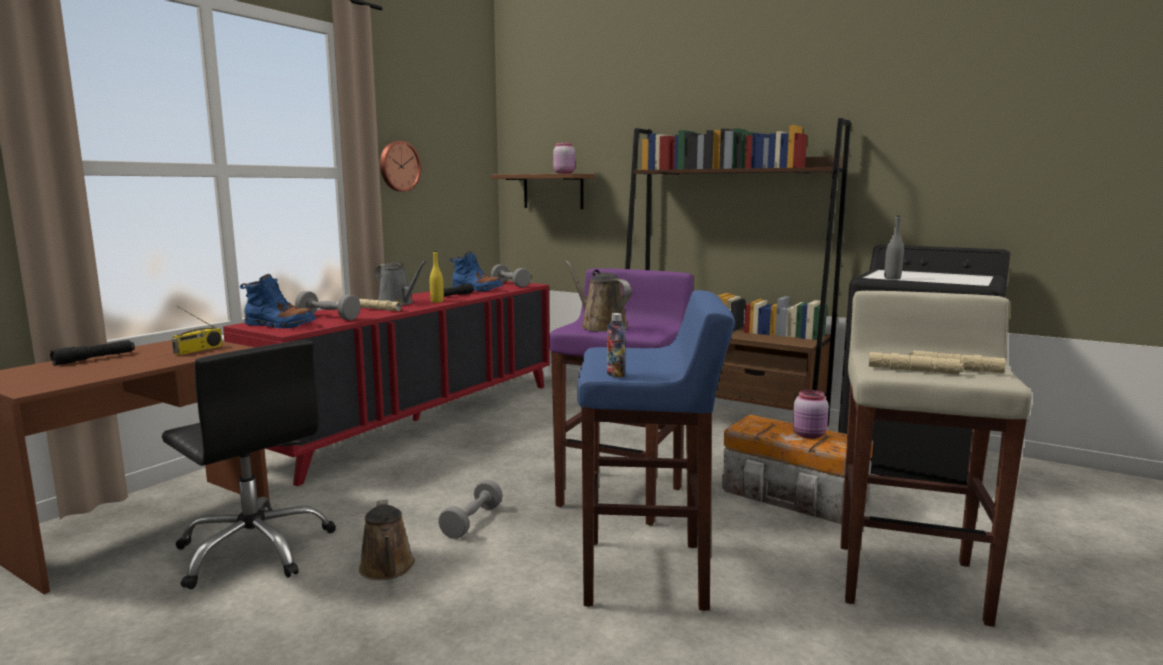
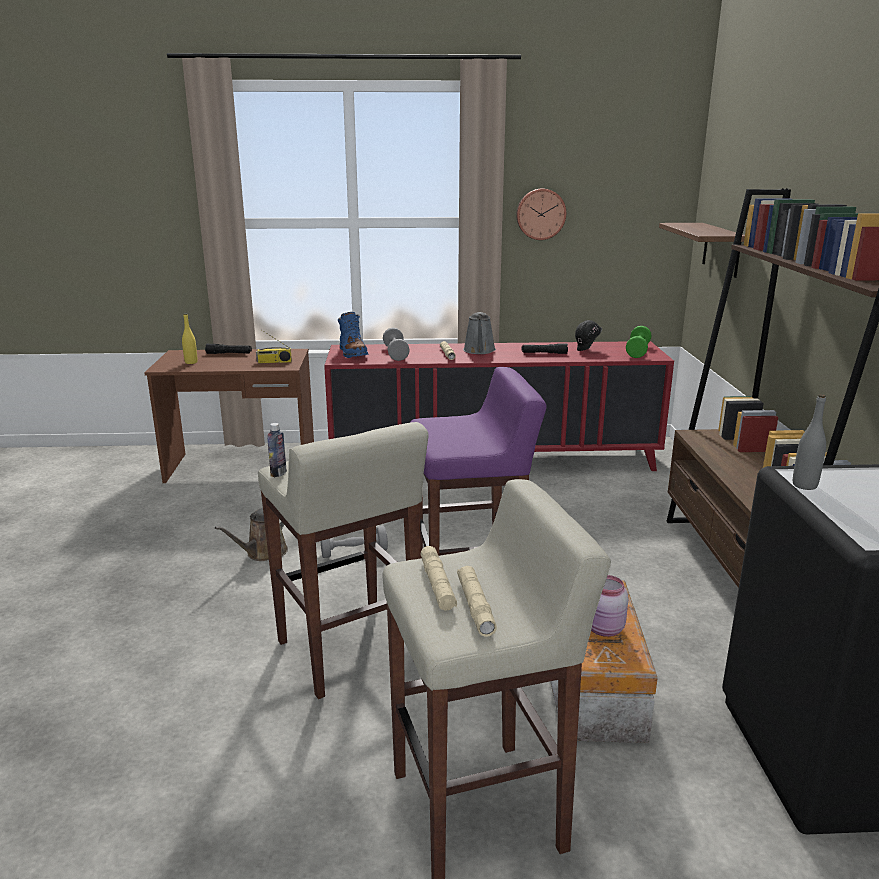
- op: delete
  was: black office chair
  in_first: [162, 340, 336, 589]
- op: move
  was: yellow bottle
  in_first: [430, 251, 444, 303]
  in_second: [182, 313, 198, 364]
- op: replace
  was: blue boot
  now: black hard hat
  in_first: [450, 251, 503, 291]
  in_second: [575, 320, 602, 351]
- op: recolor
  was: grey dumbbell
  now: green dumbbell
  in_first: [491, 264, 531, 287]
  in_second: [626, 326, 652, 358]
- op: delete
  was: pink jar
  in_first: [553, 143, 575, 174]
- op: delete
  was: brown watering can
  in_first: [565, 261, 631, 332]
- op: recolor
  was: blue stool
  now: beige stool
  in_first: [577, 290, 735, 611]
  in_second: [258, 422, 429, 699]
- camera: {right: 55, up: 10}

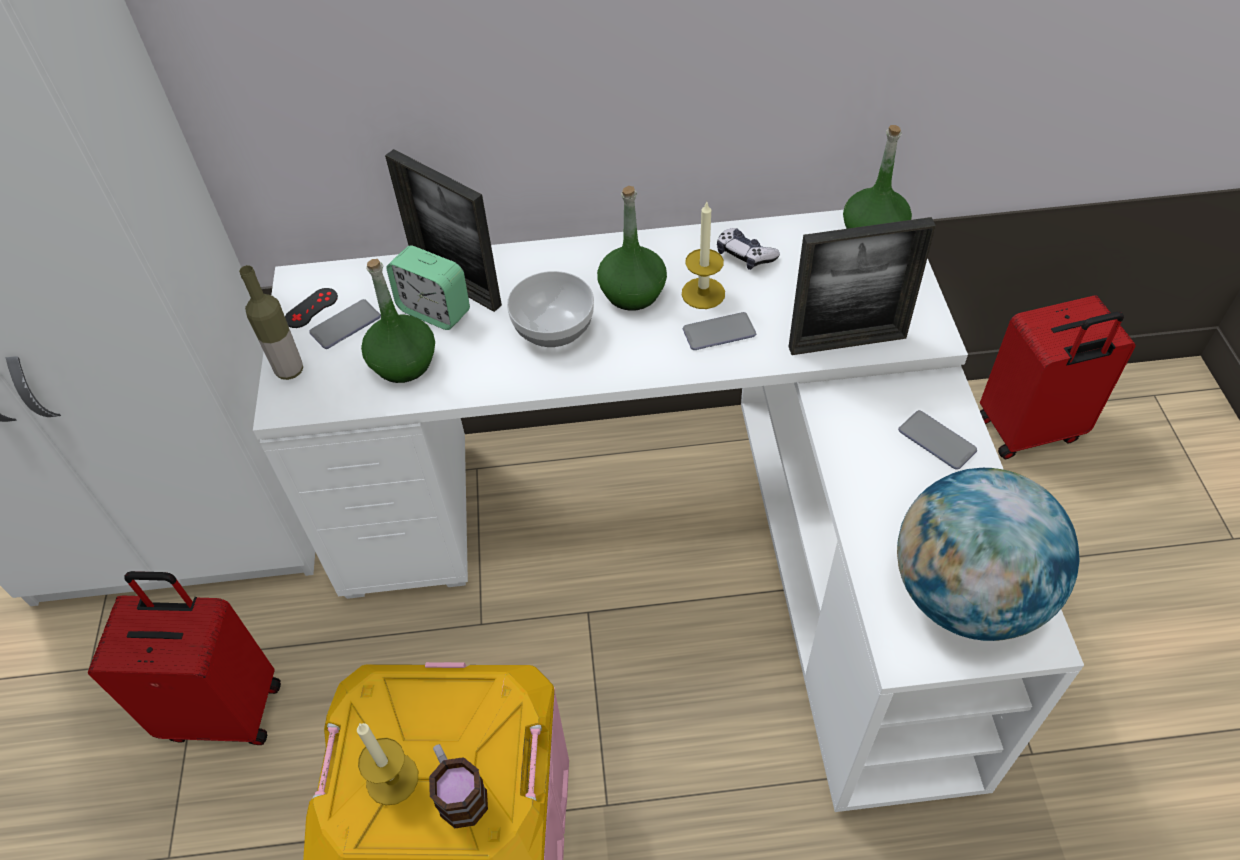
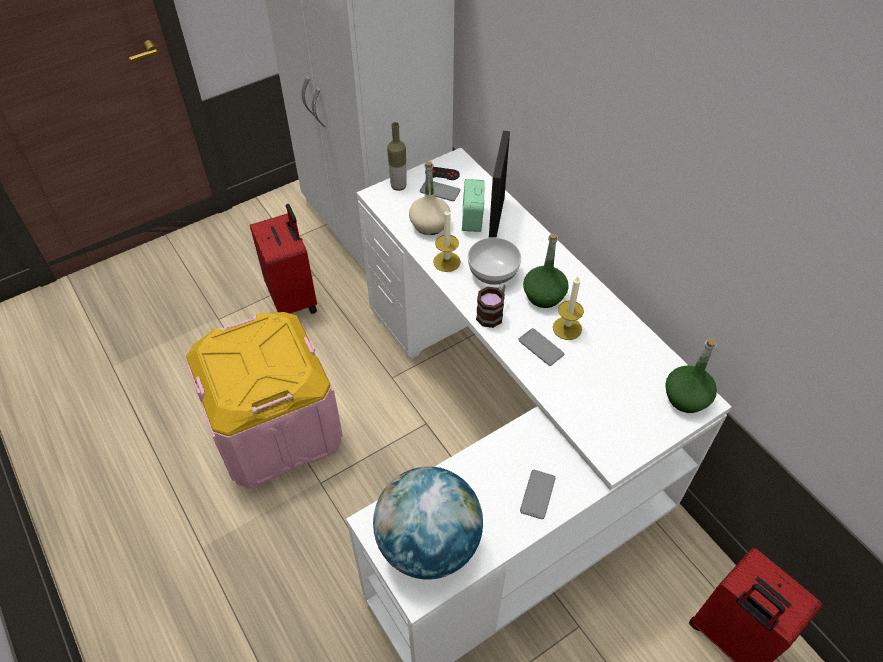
- op: move
  was: candle
  in_first: [357, 723, 418, 805]
  in_second: [433, 207, 461, 272]
- op: recolor
  was: green bottle
  now: beige bottle
  in_first: [361, 259, 435, 383]
  in_second: [409, 161, 451, 235]
- op: move
  was: mug
  in_first: [429, 744, 488, 828]
  in_second: [476, 283, 505, 328]
- op: delete
  was: game controller
  in_first: [717, 228, 780, 270]
- op: delete
  was: picture frame
  in_first: [788, 217, 936, 355]
- camera: {right: 60, up: 0}

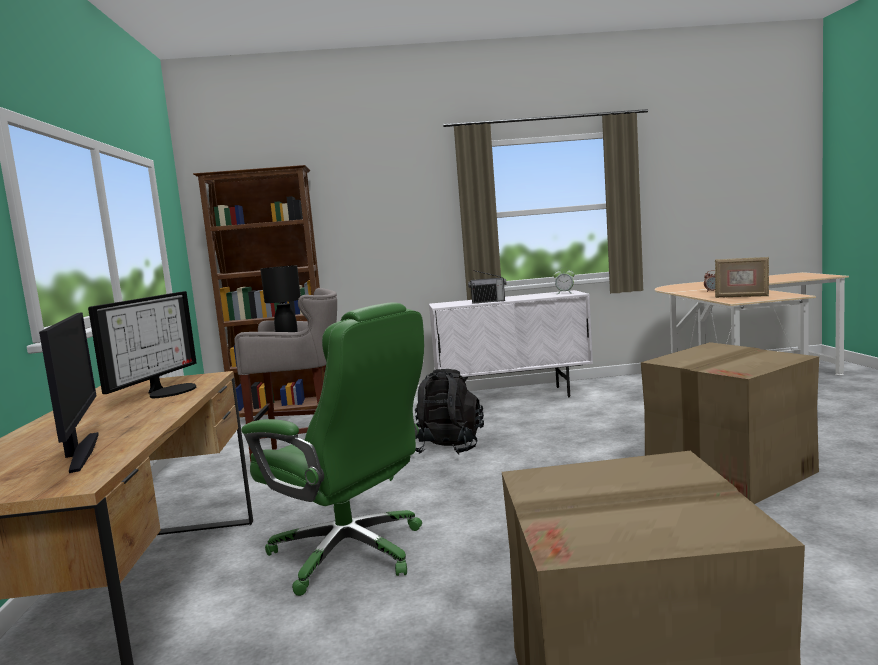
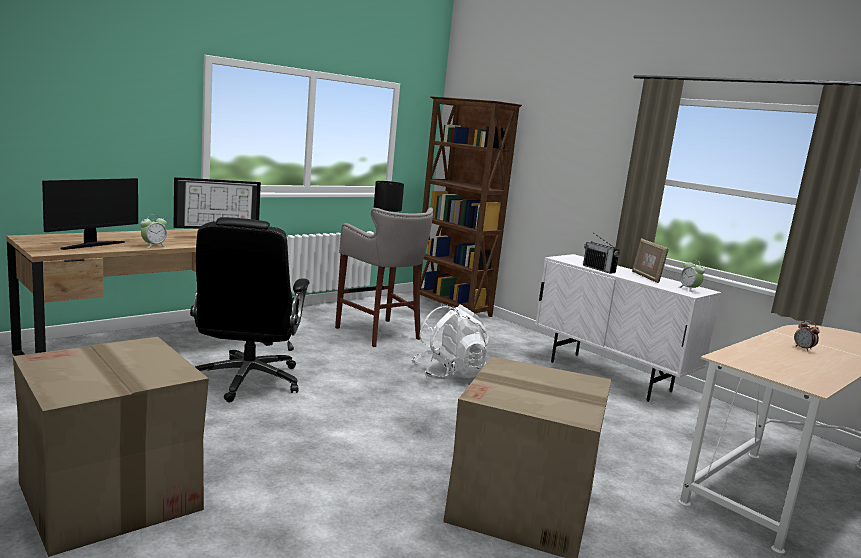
- op: recolor
  was: green office chair
  now: black office chair
  in_first: [241, 302, 424, 596]
  in_second: [190, 217, 310, 403]
- op: recolor
  was: black backpack
  now: white backpack
  in_first: [415, 369, 484, 455]
  in_second: [412, 304, 489, 379]
- op: move
  was: picture frame
  in_first: [715, 257, 769, 298]
  in_second: [632, 238, 669, 283]
- op: insert
  now: alarm clock
  in_second: [140, 214, 167, 248]
- camera: {right: 50, up: 5}

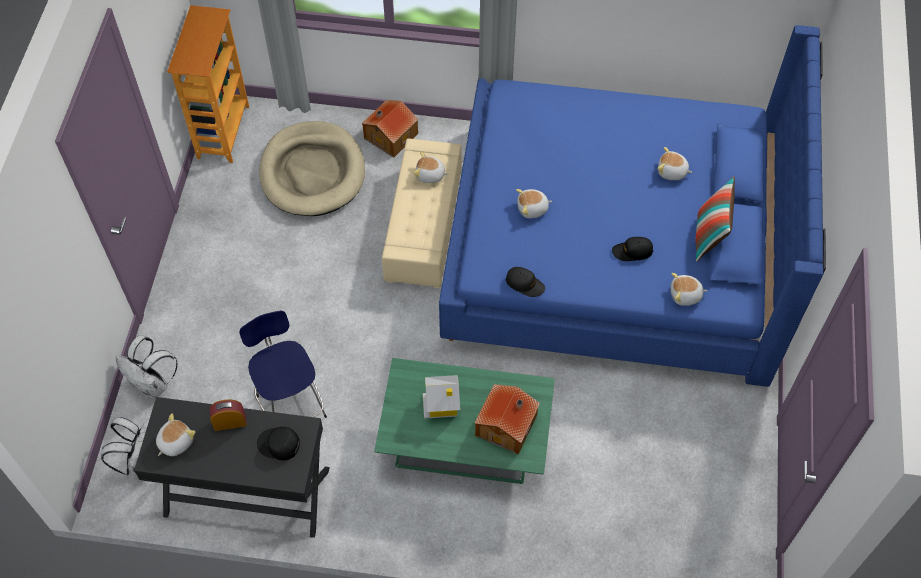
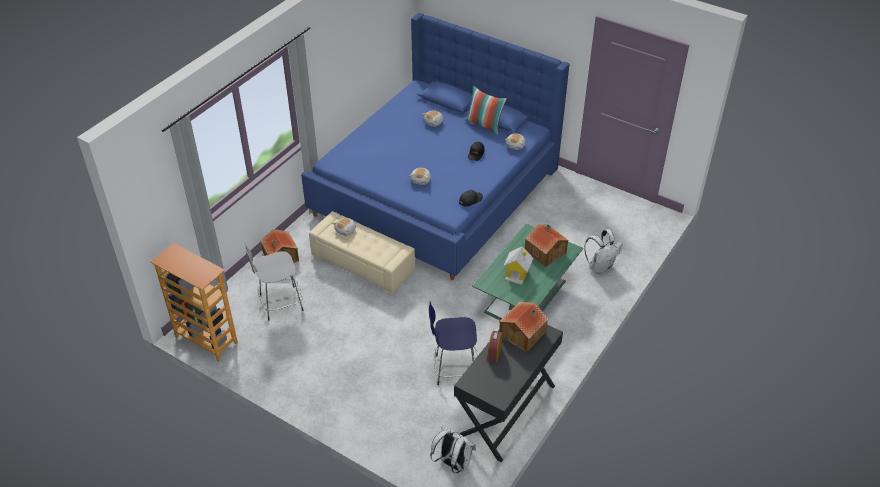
- op: move
  was: white backpack
  in_first: [115, 336, 177, 398]
  in_second: [584, 229, 623, 274]
- op: delete
  was: plush toy
  in_first: [156, 413, 195, 456]
- op: replace
  was: black cap
  now: toy house
  in_first: [257, 427, 300, 460]
  in_second: [499, 302, 549, 352]
- op: replace
  was: beige dog bed
  now: grey stool
  in_first: [259, 121, 365, 216]
  in_second: [244, 242, 304, 320]
- camera: {right: -65, up: -15}

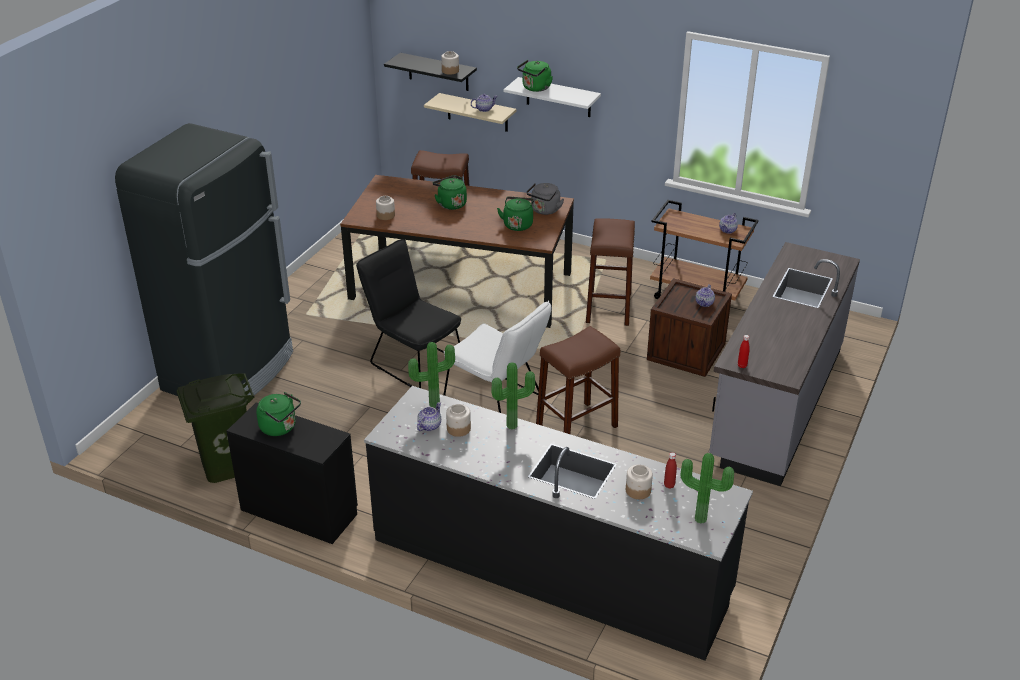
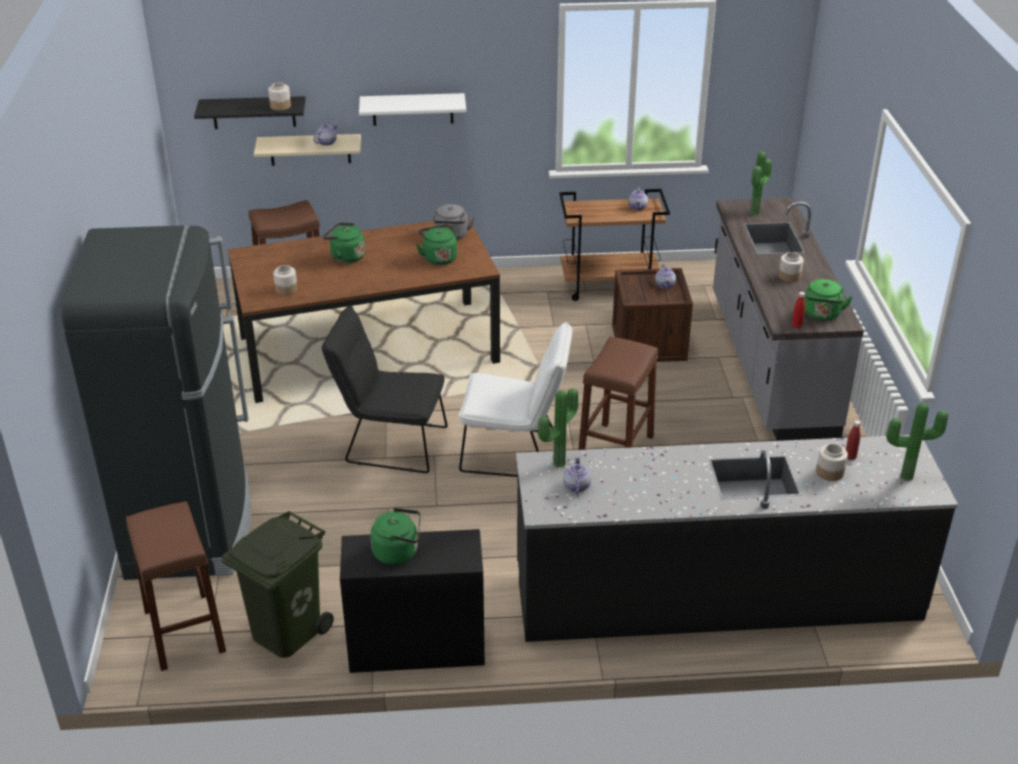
- op: move
  was: jar
  in_first: [446, 404, 471, 437]
  in_second: [779, 252, 804, 282]
- op: move
  was: potted plant
  in_first: [492, 362, 535, 430]
  in_second: [750, 152, 772, 216]
- op: move
  was: green kettle
  in_first: [517, 60, 553, 92]
  in_second: [804, 279, 853, 321]
- op: move
  was: brown stool
  in_first: [586, 218, 635, 326]
  in_second: [126, 501, 226, 671]
- camera: {right: -30, up: 0}

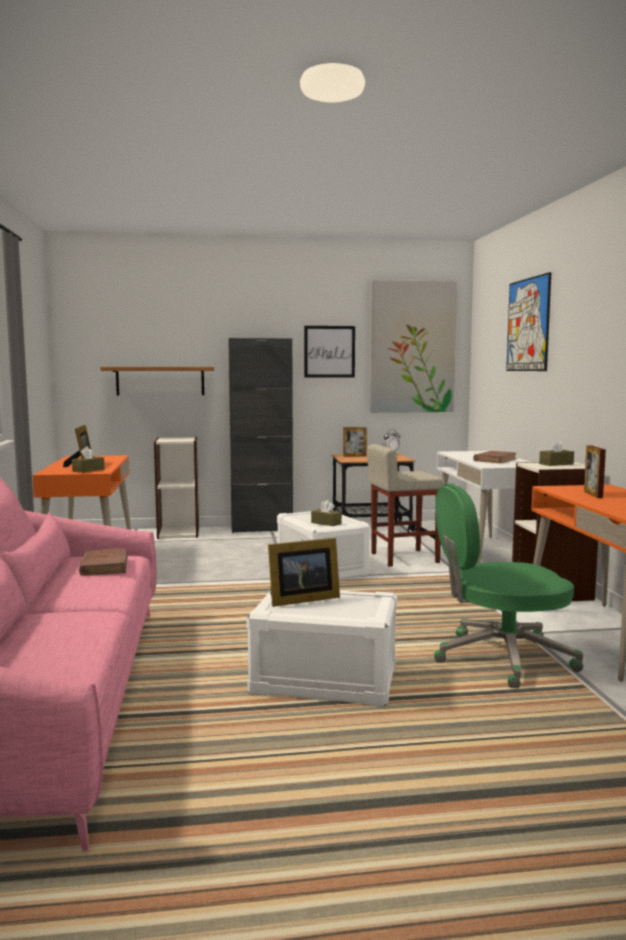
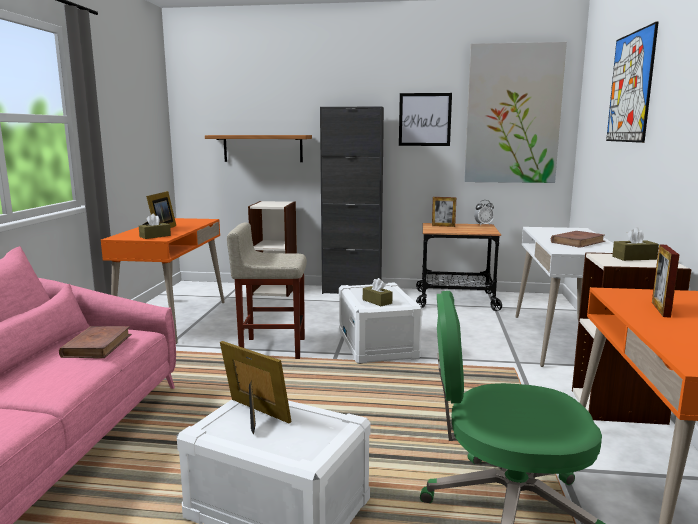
- op: rotate
  was: picture frame
  in_first: [268, 538, 340, 607]
  in_second: [220, 341, 291, 435]
  clockwise: -135
- op: move
  was: beige stool
  in_first: [367, 444, 445, 567]
  in_second: [227, 222, 307, 359]
- camera: {right: 15, up: 5}

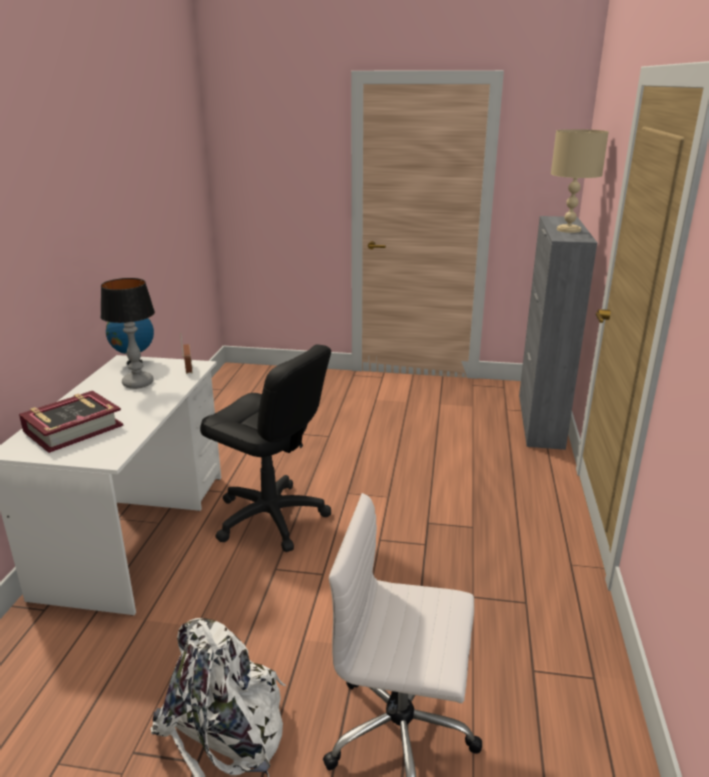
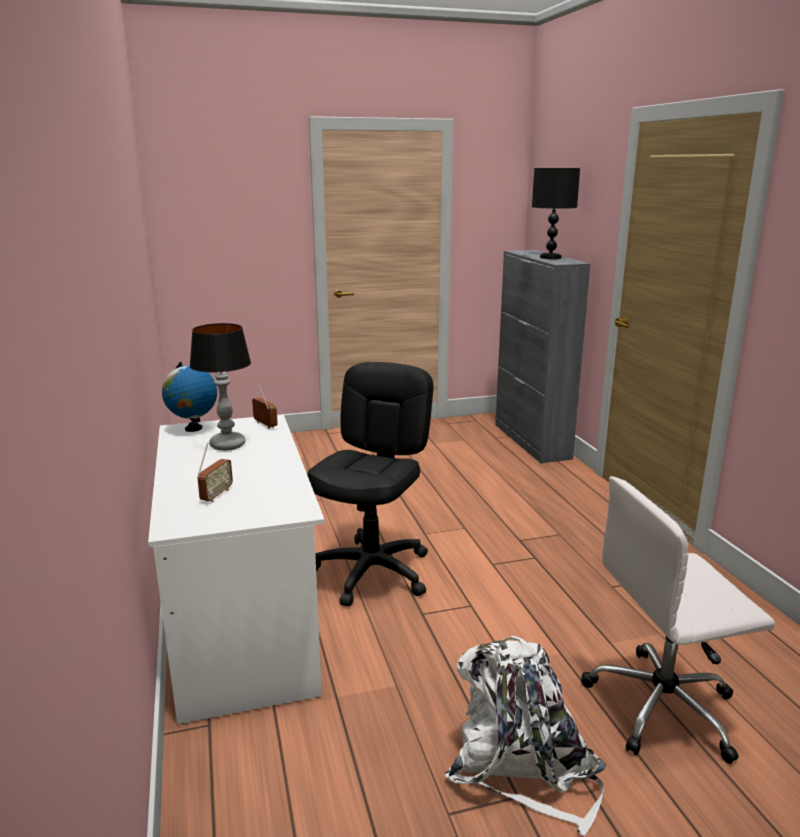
- op: replace
  was: book
  now: radio
  in_first: [19, 391, 123, 453]
  in_second: [197, 443, 233, 502]
- op: rotate
  was: black office chair
  in_first: [200, 344, 331, 552]
  in_second: [307, 362, 434, 606]
  clockwise: -75
- op: recolor
  was: beige table lamp
  now: black table lamp
  in_first: [551, 129, 609, 233]
  in_second: [532, 168, 580, 259]
- camera: {right: -25, up: -5}

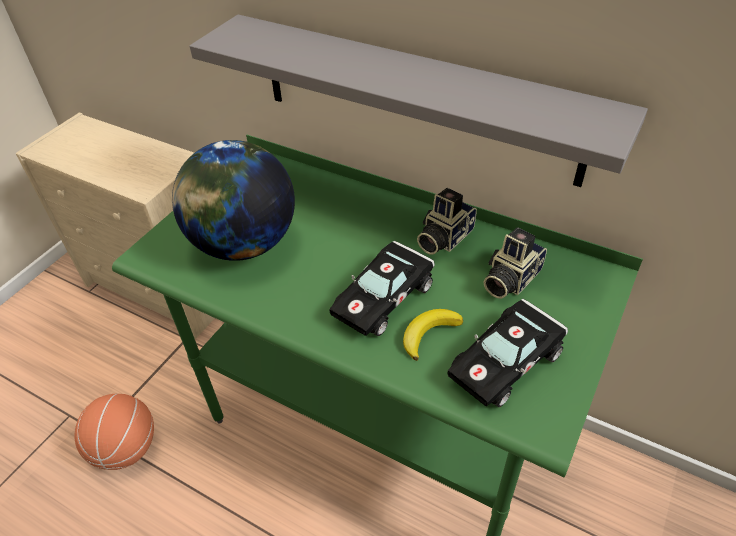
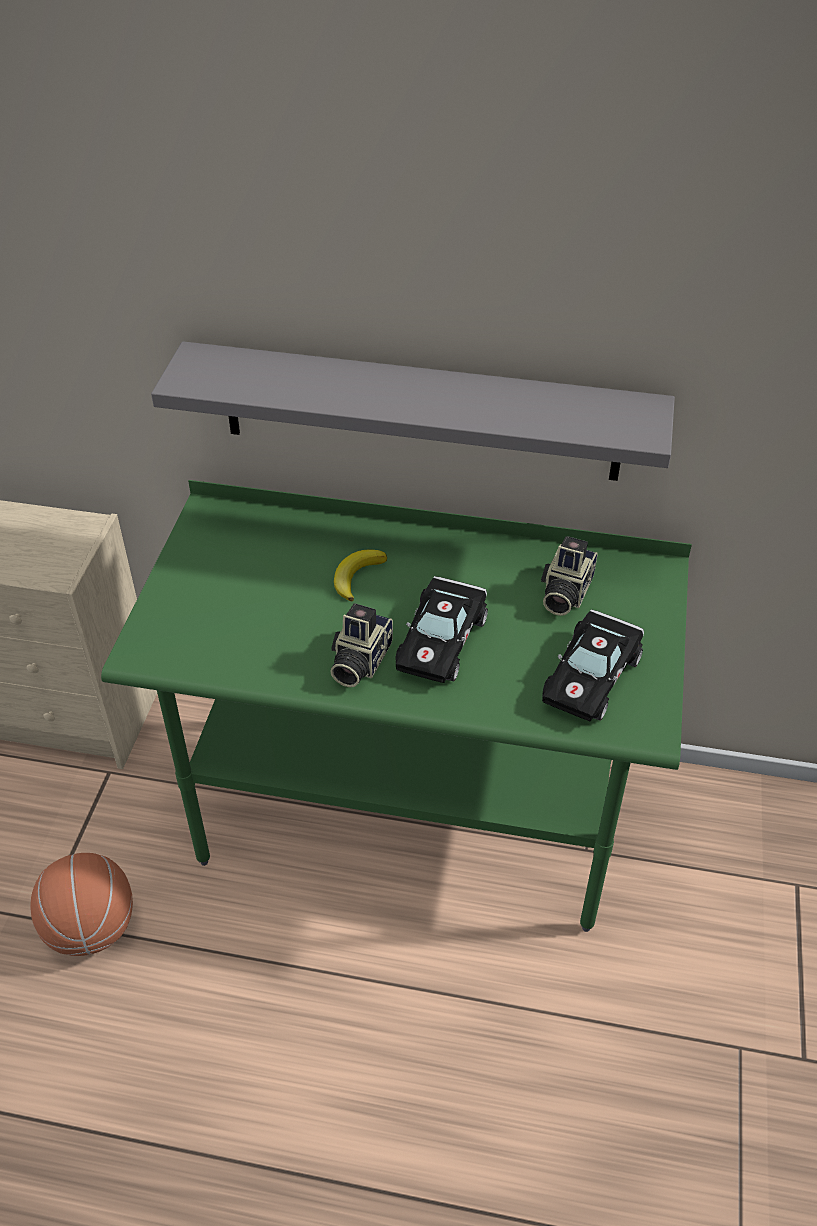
- op: delete
  was: globe
  in_first: [172, 140, 295, 261]
- op: move
  was: banana
  in_first: [403, 309, 463, 361]
  in_second: [334, 549, 387, 601]
- op: move
  was: photo camera
  in_first: [417, 188, 477, 255]
  in_second: [330, 603, 393, 687]
- camera: {right: -20, up: 0}

